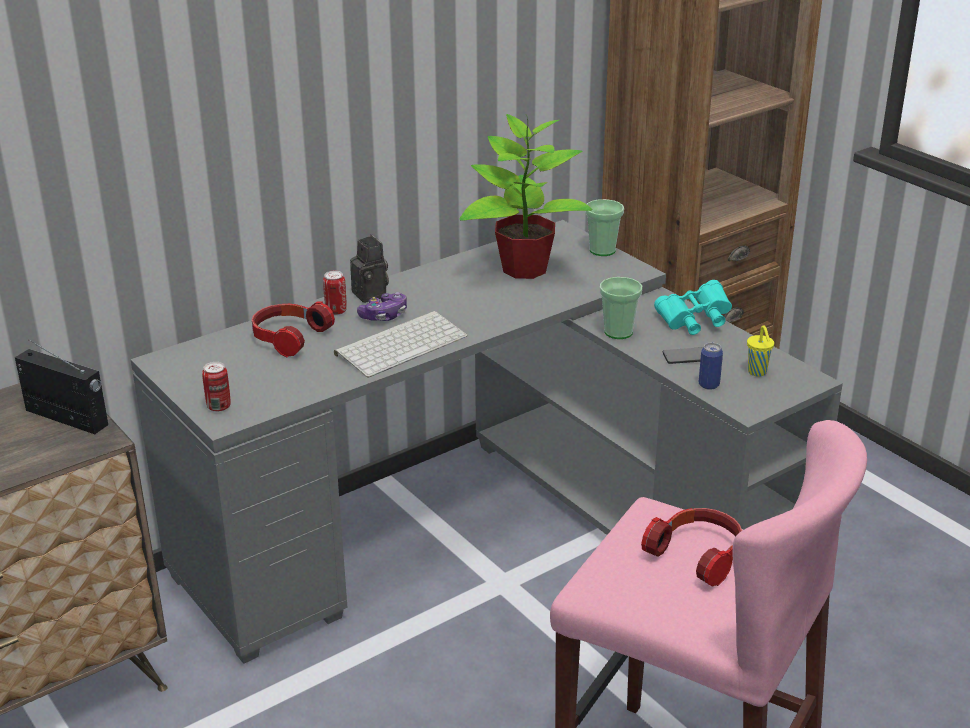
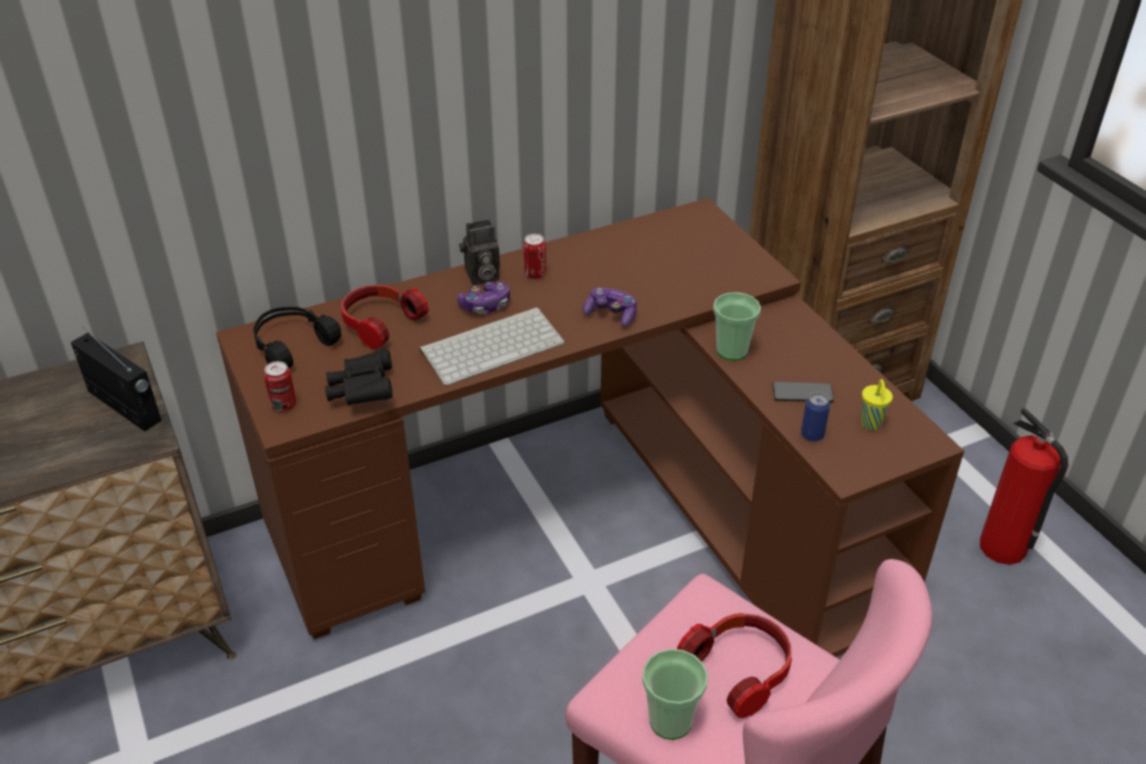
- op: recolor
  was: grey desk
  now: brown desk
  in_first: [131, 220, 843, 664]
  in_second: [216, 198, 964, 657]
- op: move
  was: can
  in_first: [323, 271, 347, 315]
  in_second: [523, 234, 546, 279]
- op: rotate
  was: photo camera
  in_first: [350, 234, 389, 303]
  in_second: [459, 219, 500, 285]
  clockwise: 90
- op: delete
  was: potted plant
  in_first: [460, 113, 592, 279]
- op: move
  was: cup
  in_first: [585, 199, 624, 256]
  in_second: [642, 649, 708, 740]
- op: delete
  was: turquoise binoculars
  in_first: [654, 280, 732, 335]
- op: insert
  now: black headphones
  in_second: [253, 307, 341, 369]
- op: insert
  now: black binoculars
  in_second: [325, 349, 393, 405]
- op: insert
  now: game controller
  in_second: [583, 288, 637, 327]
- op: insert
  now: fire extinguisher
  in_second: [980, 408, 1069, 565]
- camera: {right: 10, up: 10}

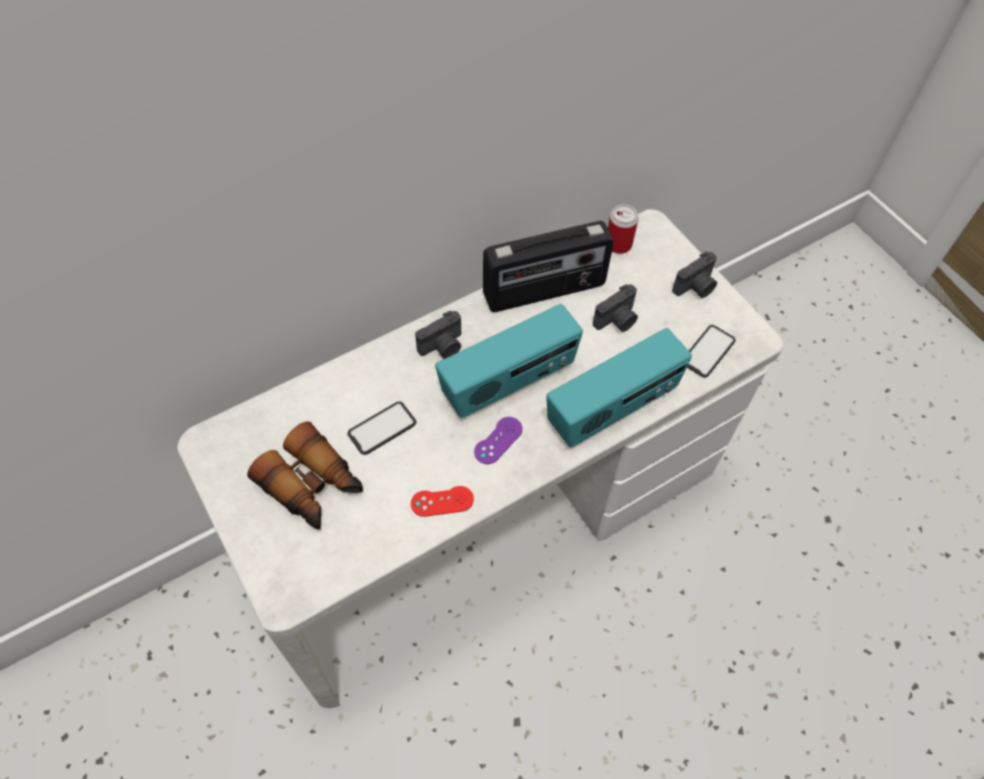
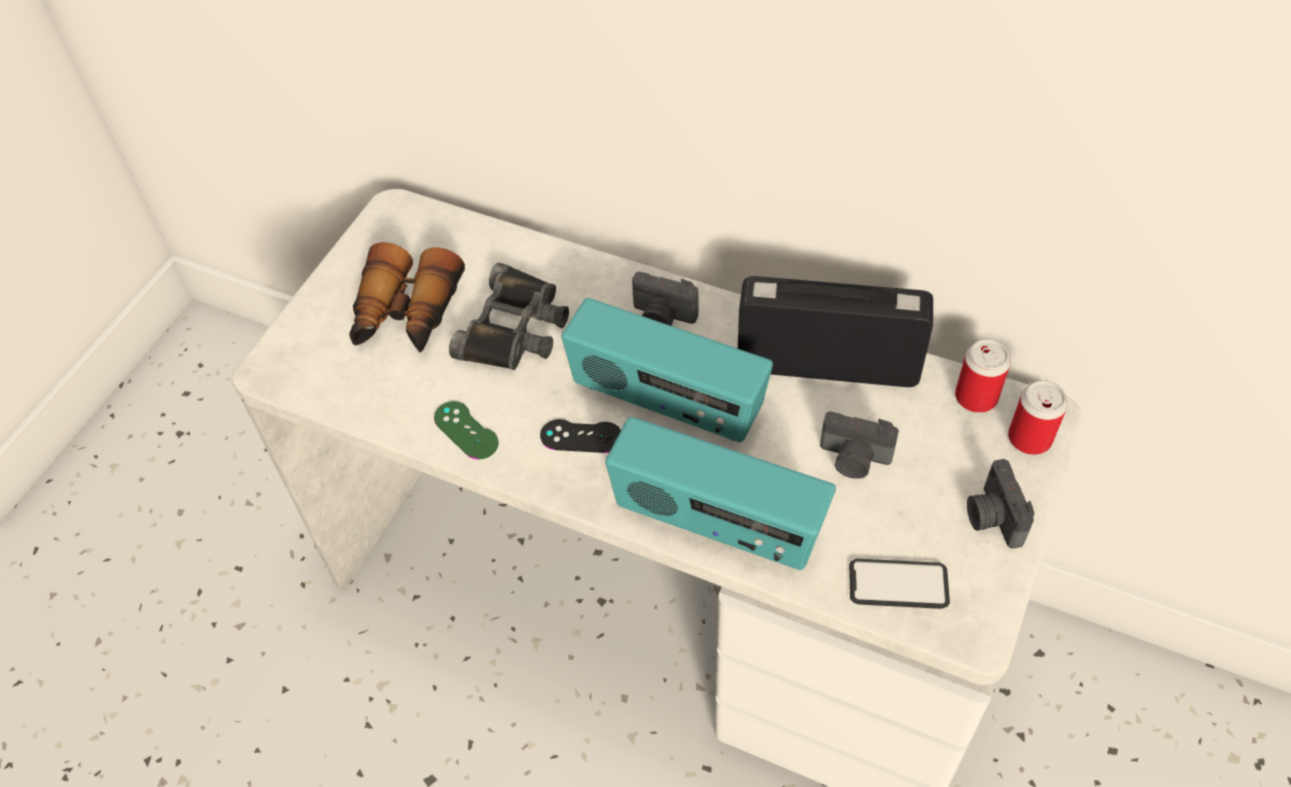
- op: replace
  was: phone
  now: black binoculars
  in_first: [347, 401, 416, 455]
  in_second: [449, 263, 569, 370]
- op: recolor
  was: red game controller
  now: green game controller
  in_first: [411, 486, 474, 517]
  in_second: [434, 401, 499, 459]
- op: recolor
  was: purple game controller
  now: black game controller
  in_first: [474, 417, 523, 464]
  in_second: [540, 419, 621, 453]
- op: rotate
  was: radio
  in_first: [483, 221, 614, 312]
  in_second: [738, 276, 933, 387]
  clockwise: 150
- op: rotate
  was: photo camera
  in_first: [672, 251, 717, 298]
  in_second: [967, 459, 1034, 549]
  clockwise: 60
- op: insert
  now: can
  in_second: [1008, 380, 1068, 455]
- camera: {right: 60, up: -5}

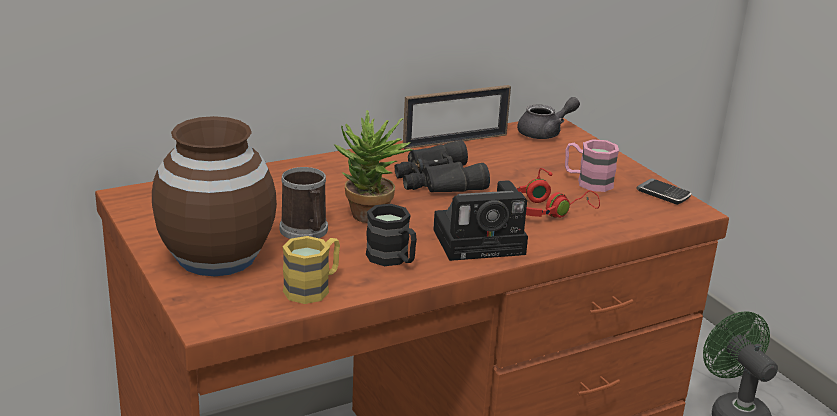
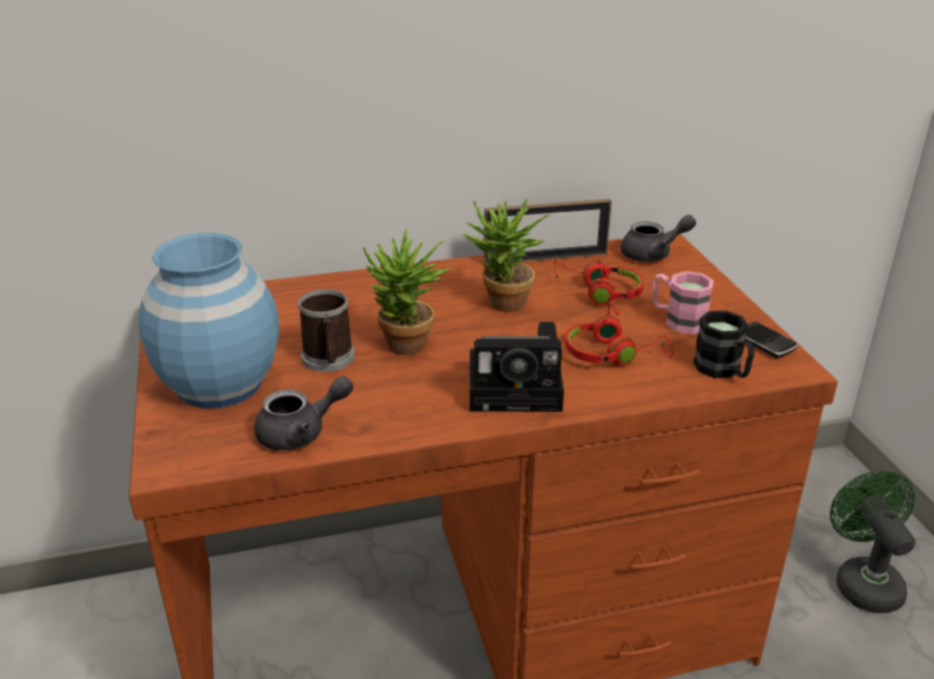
- op: recolor
  was: brown vase
  now: blue vase
  in_first: [152, 116, 277, 276]
  in_second: [138, 232, 279, 408]
- op: replace
  was: yellow mug
  now: grey teapot
  in_first: [282, 236, 340, 304]
  in_second: [254, 376, 353, 450]
- op: move
  was: black mug
  in_first: [366, 204, 417, 266]
  in_second: [693, 311, 754, 378]
- op: replace
  was: black binoculars
  now: potted plant
  in_first: [395, 140, 490, 192]
  in_second: [462, 197, 549, 312]
- op: insert
  now: red headphones
  in_second: [554, 259, 644, 305]
- camera: {right: 15, up: 5}

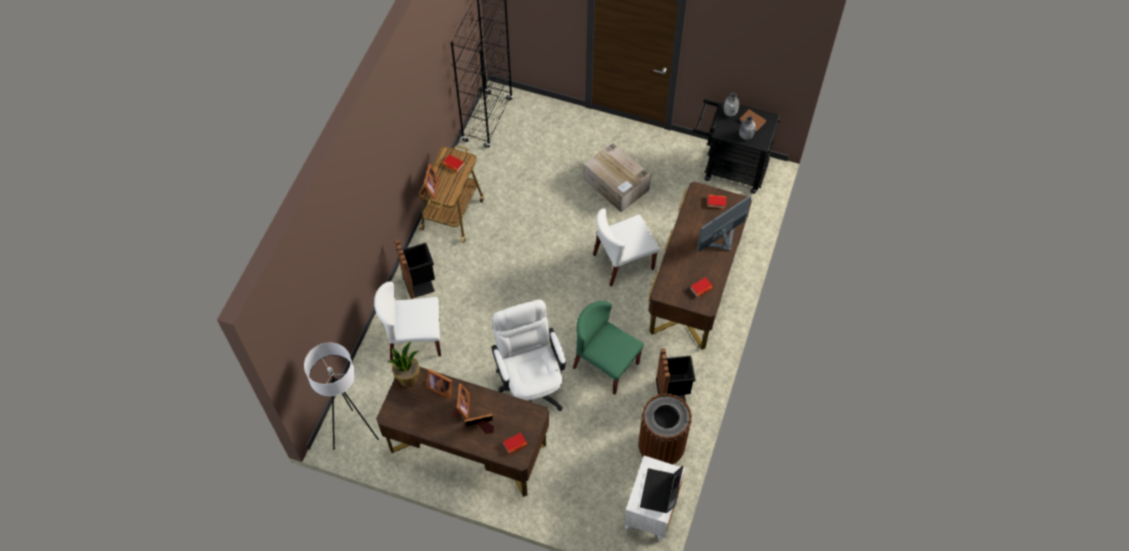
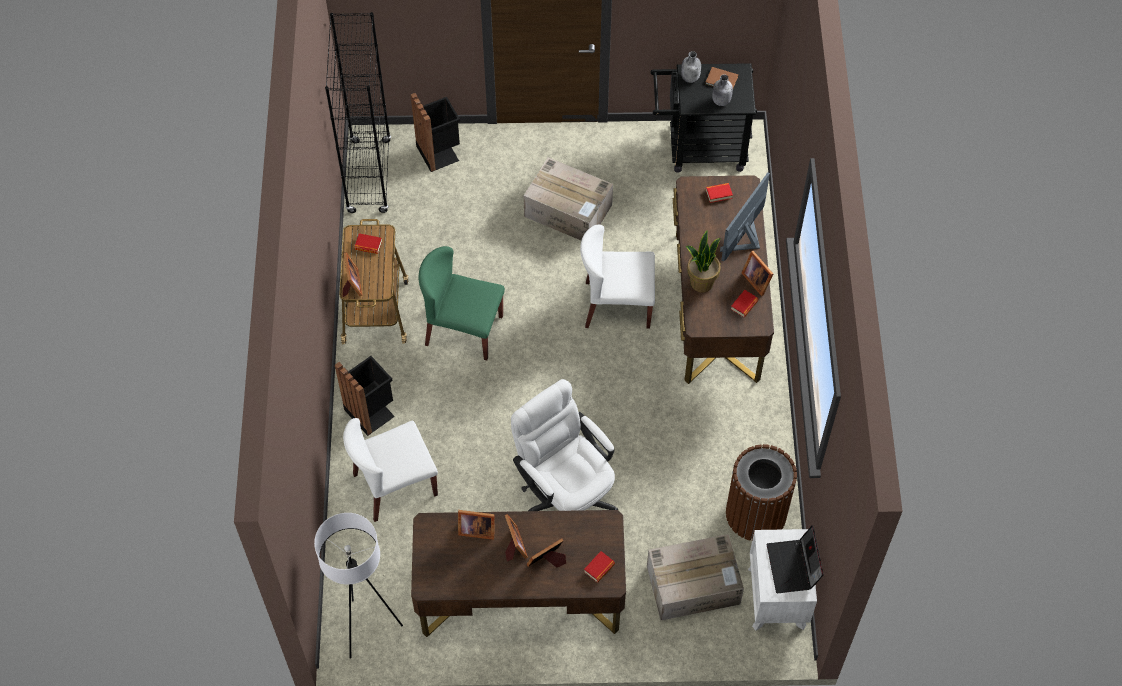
- op: move
  was: potted plant
  in_first: [387, 342, 420, 387]
  in_second: [686, 230, 721, 293]
- op: move
  was: green chair
  in_first: [573, 301, 644, 395]
  in_second: [419, 246, 505, 361]
- op: rotate
  was: white chair
  in_first: [593, 208, 659, 287]
  in_second: [580, 225, 655, 329]
  clockwise: 45
- op: move
  was: black trash can
  in_first: [656, 348, 696, 402]
  in_second: [411, 93, 460, 172]
- op: insert
  now: cardboard box
  in_second: [647, 534, 744, 620]
- op: insert
  now: picture frame
  in_second: [742, 251, 773, 296]
- camera: {right: -20, up: 0}

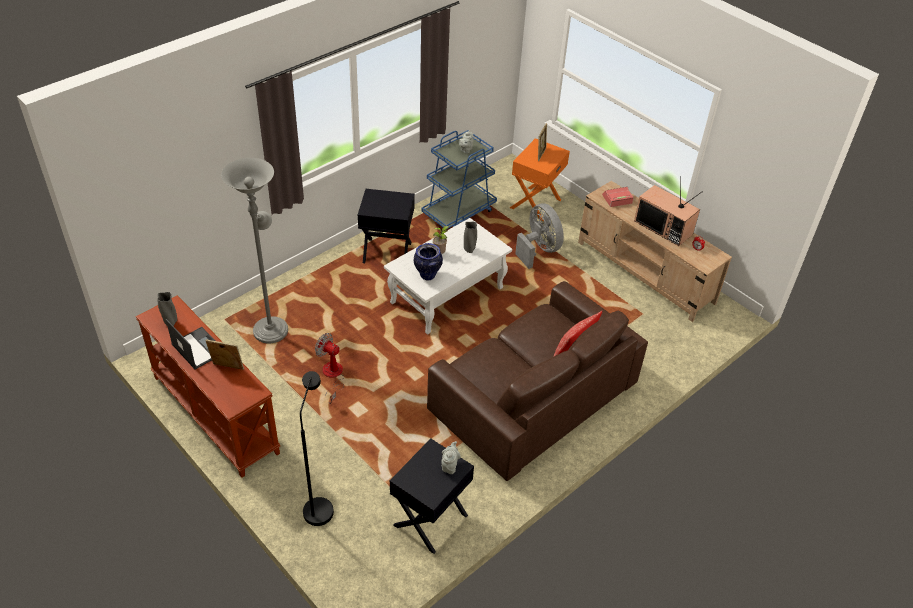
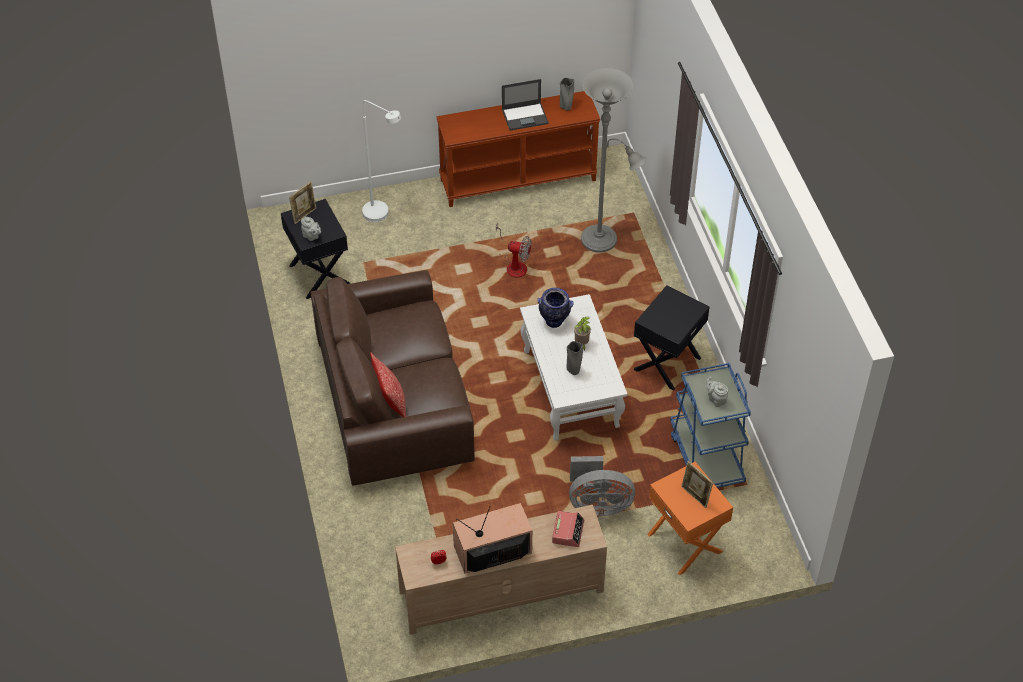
- op: move
  was: picture frame
  in_first: [205, 340, 244, 370]
  in_second: [289, 181, 316, 224]
- op: recolor
  was: black floor lamp
  now: white floor lamp
  in_first: [300, 371, 334, 526]
  in_second: [362, 100, 401, 222]
- op: rotate
  was: fan
  in_first: [315, 333, 344, 404]
  in_second: [496, 224, 532, 277]
  clockwise: 45
- camera: {right: 120, up: 5}

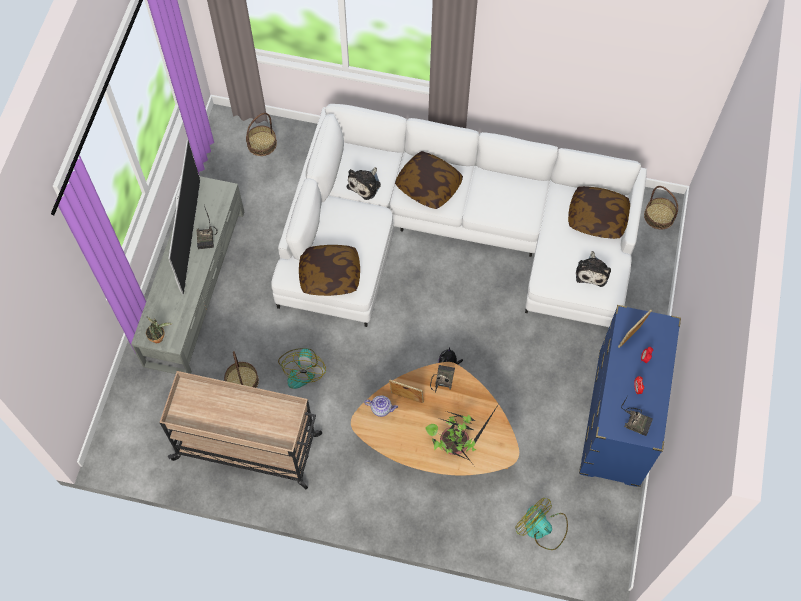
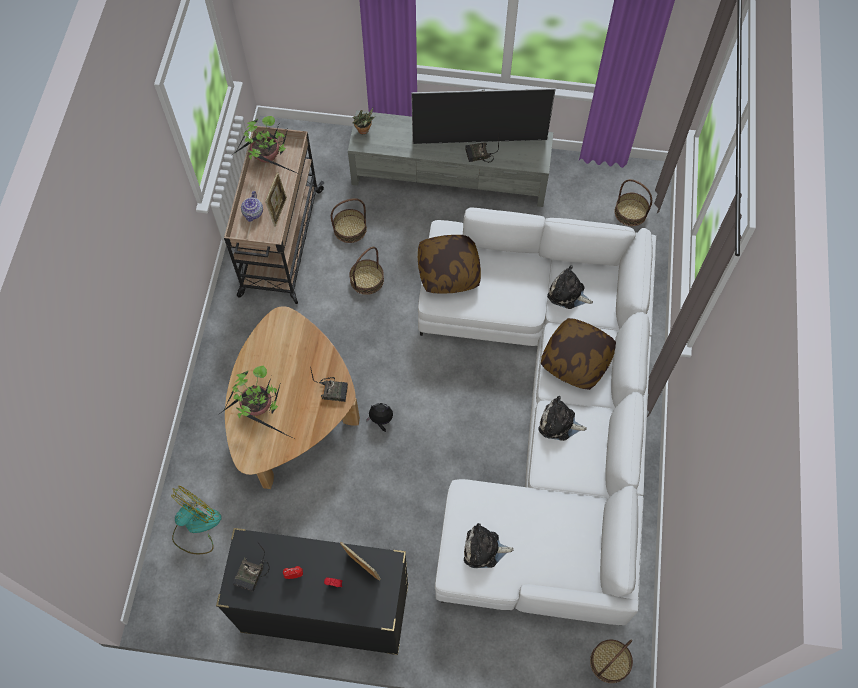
- op: replace
  was: fan
  now: basket
  in_first: [278, 348, 326, 389]
  in_second: [349, 247, 384, 295]
- op: move
  was: teapot
  in_first: [364, 395, 398, 417]
  in_second: [241, 191, 263, 222]
- op: move
  was: picture frame
  in_first: [389, 379, 424, 403]
  in_second: [265, 172, 287, 227]
- op: delete
  was: pillow
  in_first: [568, 186, 630, 239]
- op: recolor
  was: blue dresser
  now: black dresser
  in_first: [579, 305, 681, 487]
  in_second: [216, 528, 408, 655]
- op: insert
  now: potted plant
  in_second: [232, 116, 301, 175]
- op: insert
  now: plush toy
  in_second: [538, 396, 587, 441]
- camera: {right: 85, up: 0}

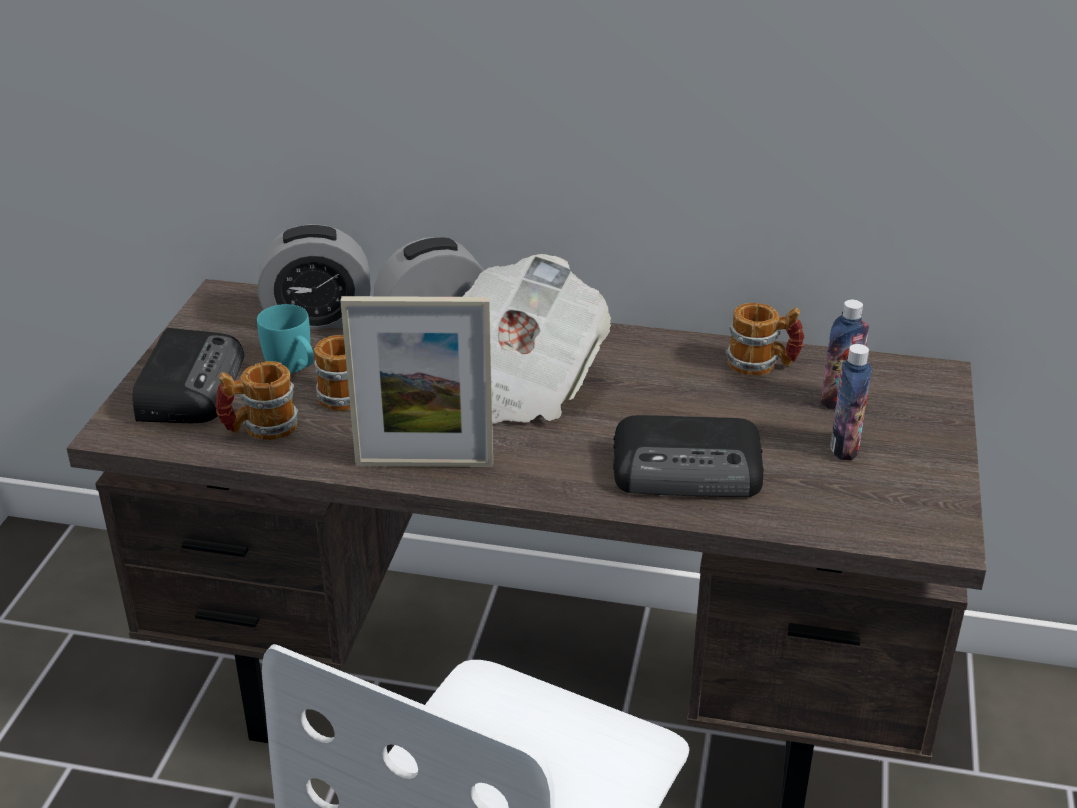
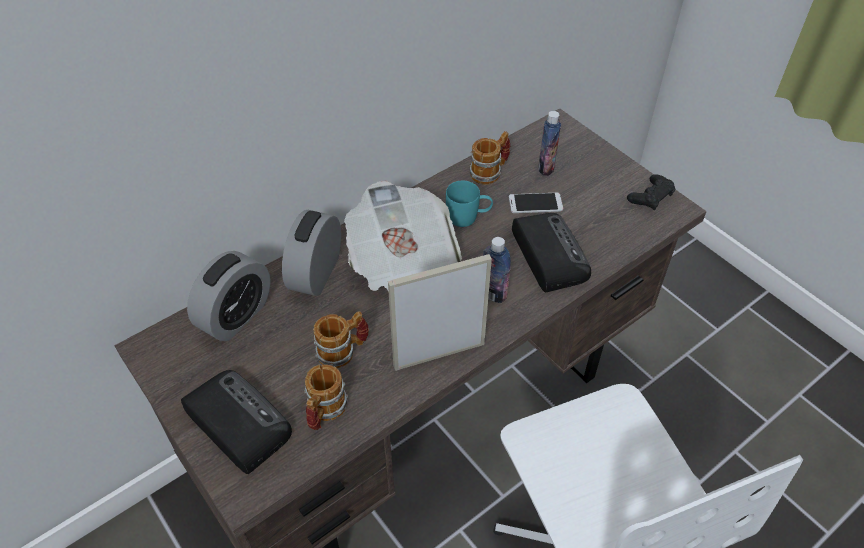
- op: move
  was: turquoise mug
  in_first: [257, 304, 314, 373]
  in_second: [446, 181, 493, 227]
- op: rotate
  was: picture frame
  in_first: [340, 296, 493, 467]
  in_second: [388, 254, 492, 371]
  clockwise: -150
- op: rotate
  was: radio
  in_first: [613, 415, 764, 497]
  in_second: [512, 213, 591, 293]
  clockwise: -60
- op: move
  was: bottle
  in_first: [830, 344, 872, 460]
  in_second: [483, 237, 511, 303]
- op: insert
  now: phone
  in_second: [509, 193, 563, 213]
- op: insert
  now: black game controller
  in_second: [627, 174, 675, 211]
- camera: {right: -50, up: 15}

